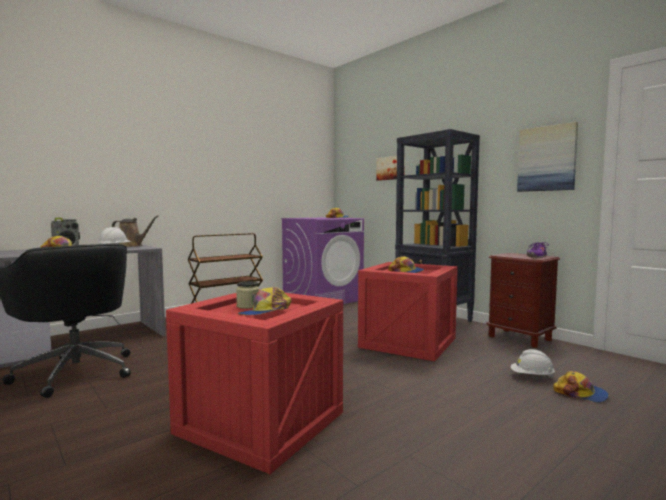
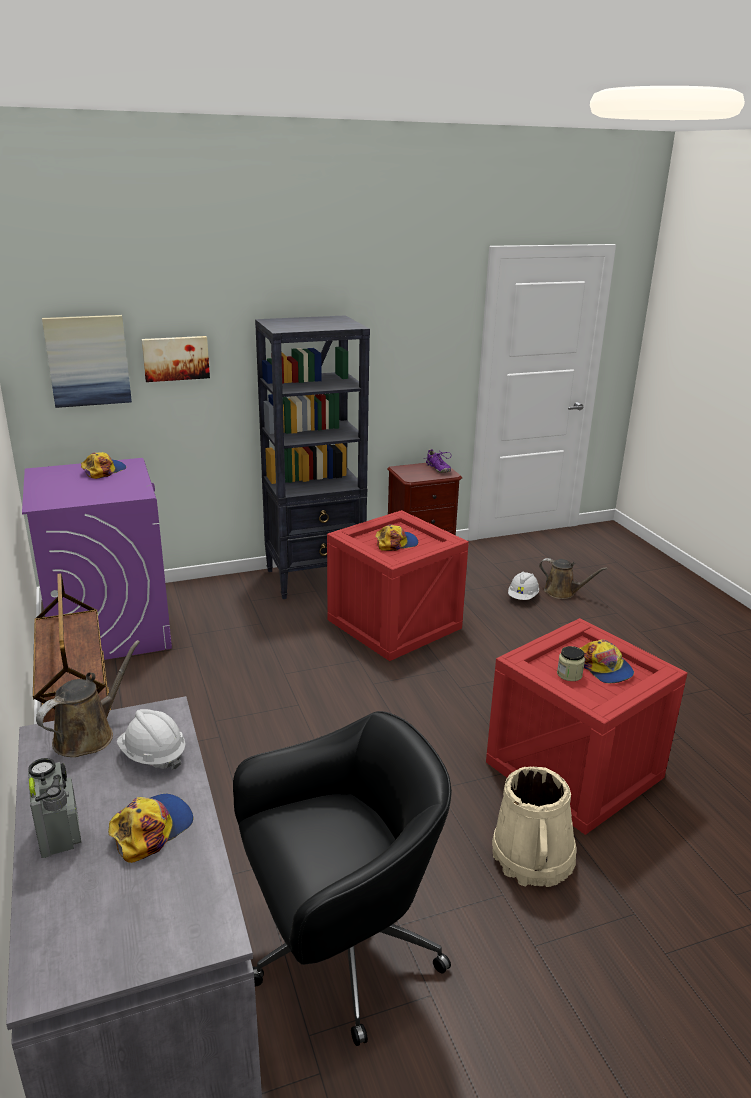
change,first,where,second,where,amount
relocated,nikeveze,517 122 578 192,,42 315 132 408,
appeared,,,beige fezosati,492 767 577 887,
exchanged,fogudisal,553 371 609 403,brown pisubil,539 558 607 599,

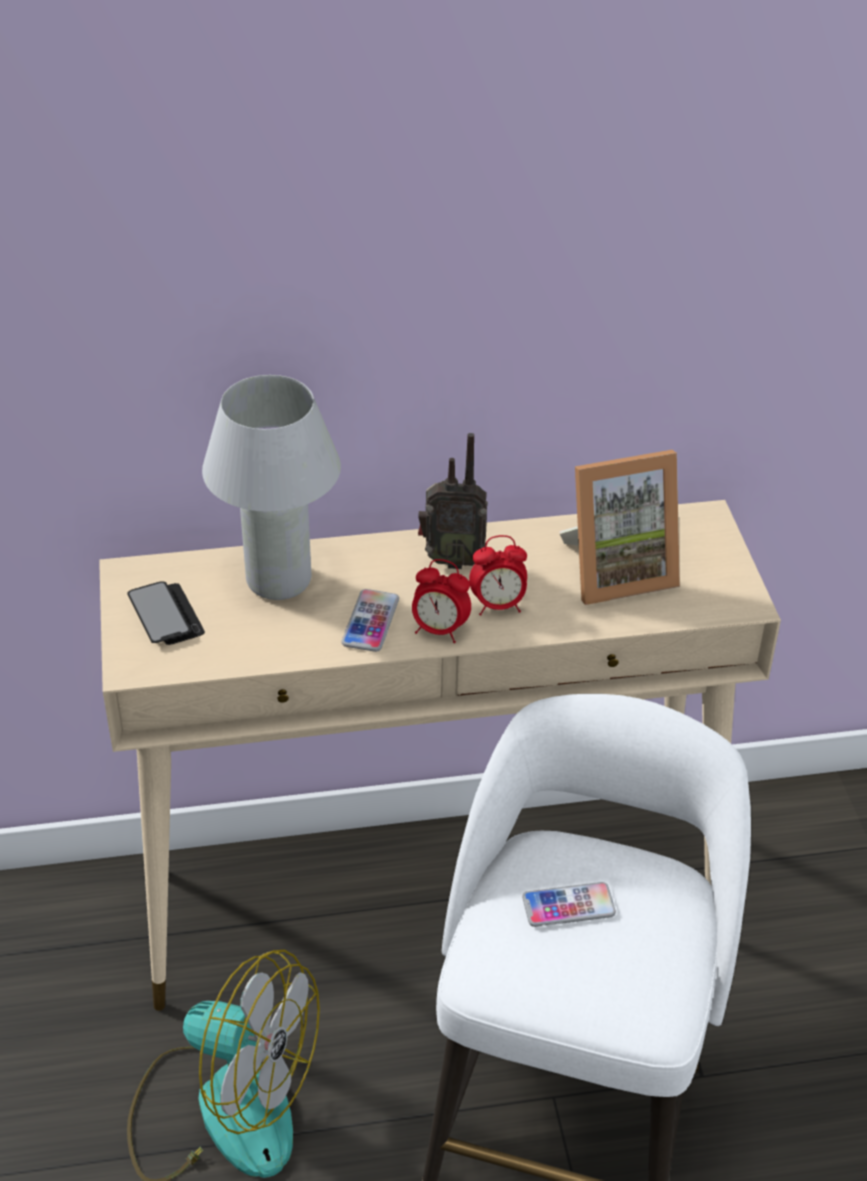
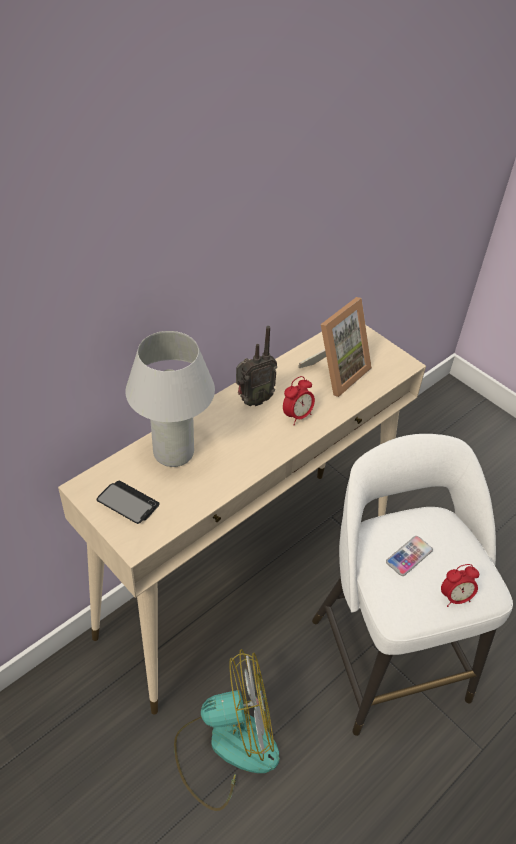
change,first,where,second,where,amount
relocated,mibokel,412 559 471 643,,441 564 479 607,
missing,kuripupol,342 589 399 652,,,

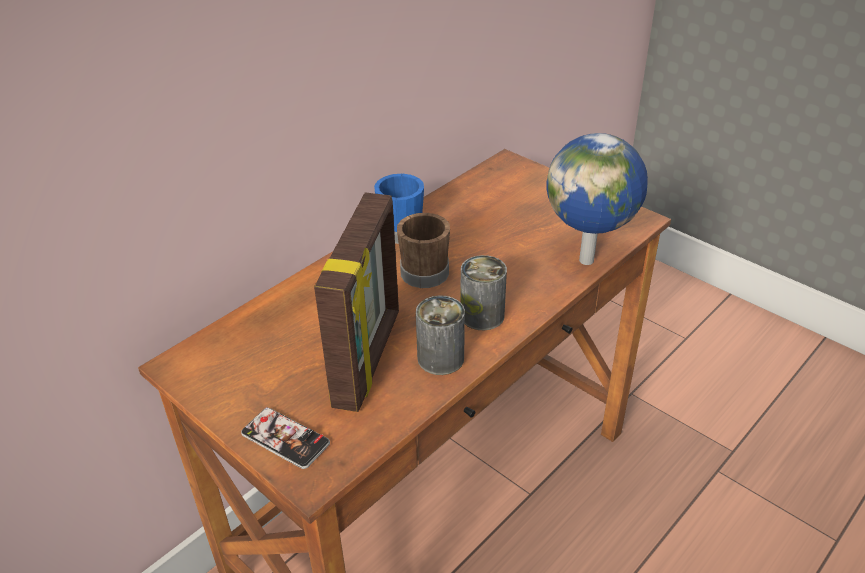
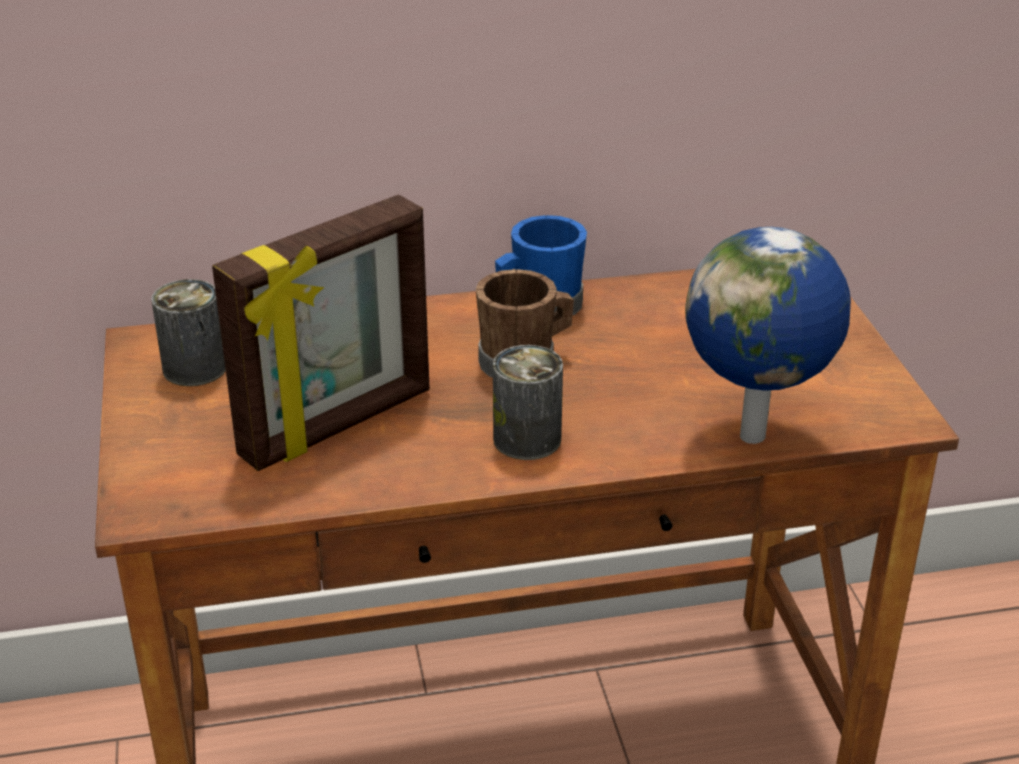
change,first,where,second,where,amount
relocated,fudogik,416 296 465 375,,151 279 226 386,
missing,kuripupol,241 407 330 469,,,

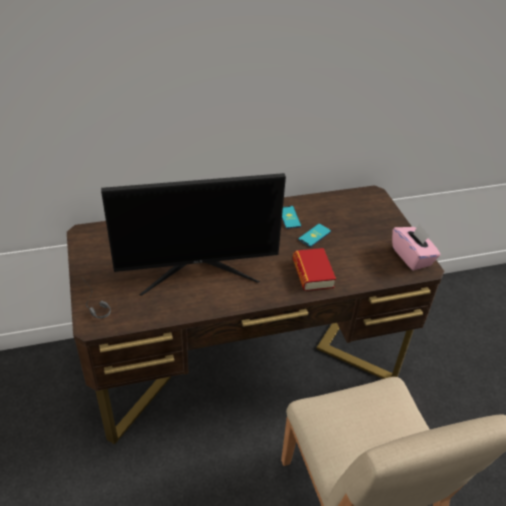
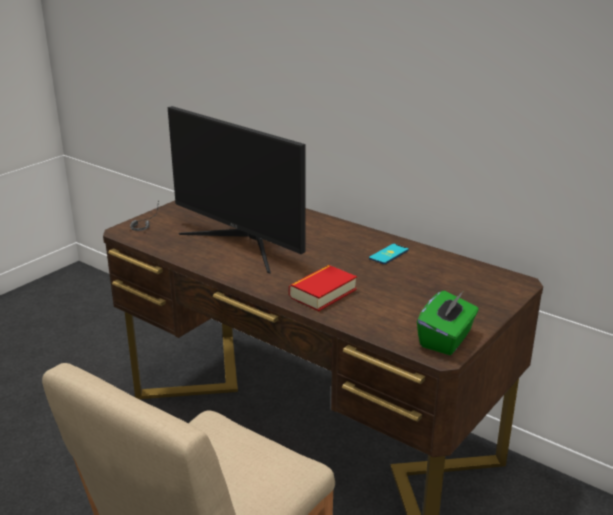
change,first,where,second,where,amount
colour,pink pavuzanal,392 223 441 271,green pavuzanal,417 290 479 355,
missing,kuripupol,298 224 331 247,,,

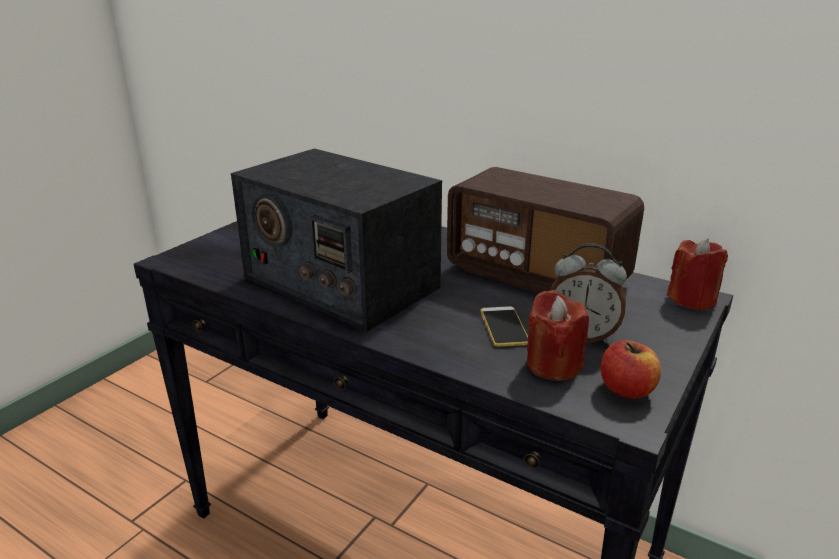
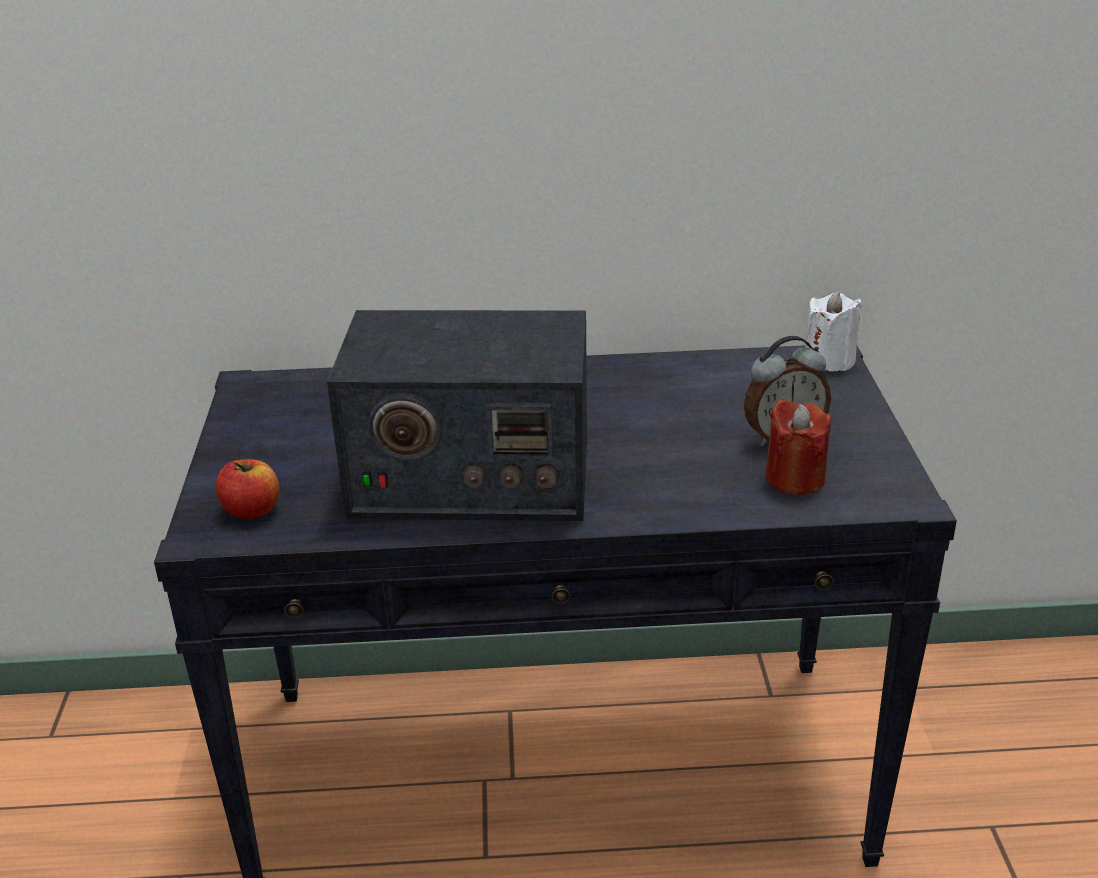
change,first,where,second,where,amount
relocated,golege,600 340 661 399,,216 460 279 519,
colour,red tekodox,667 238 728 311,white tekodox,805 291 862 371,
missing,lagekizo,447 167 644 293,,,
missing,kuripupol,480 306 528 347,,,

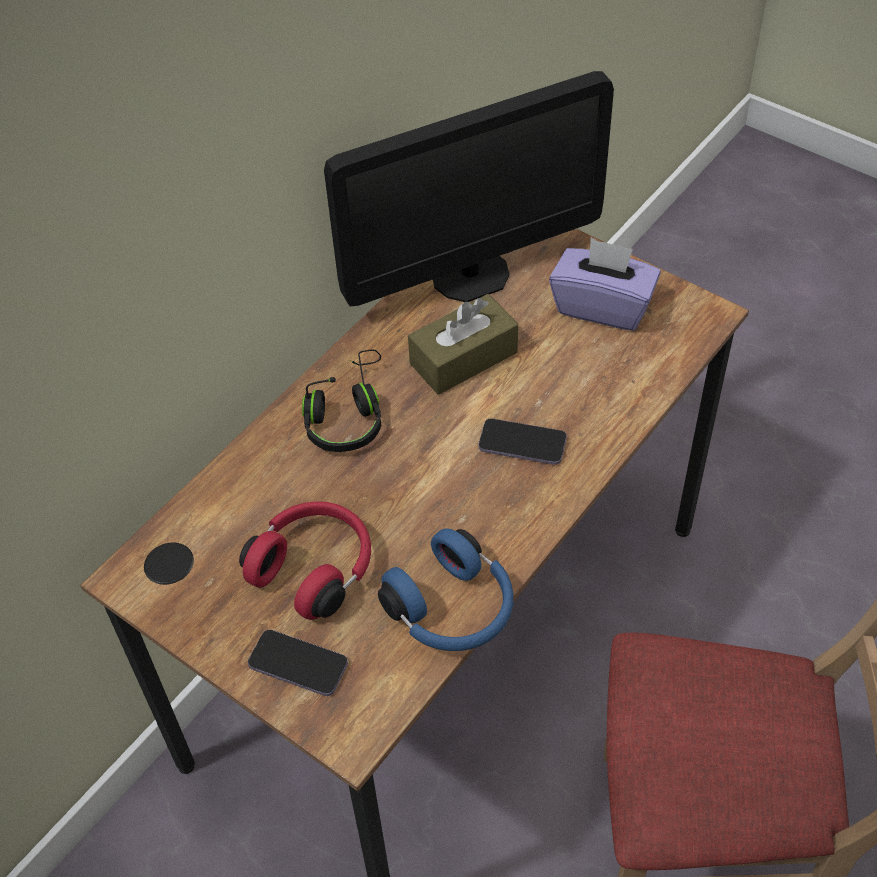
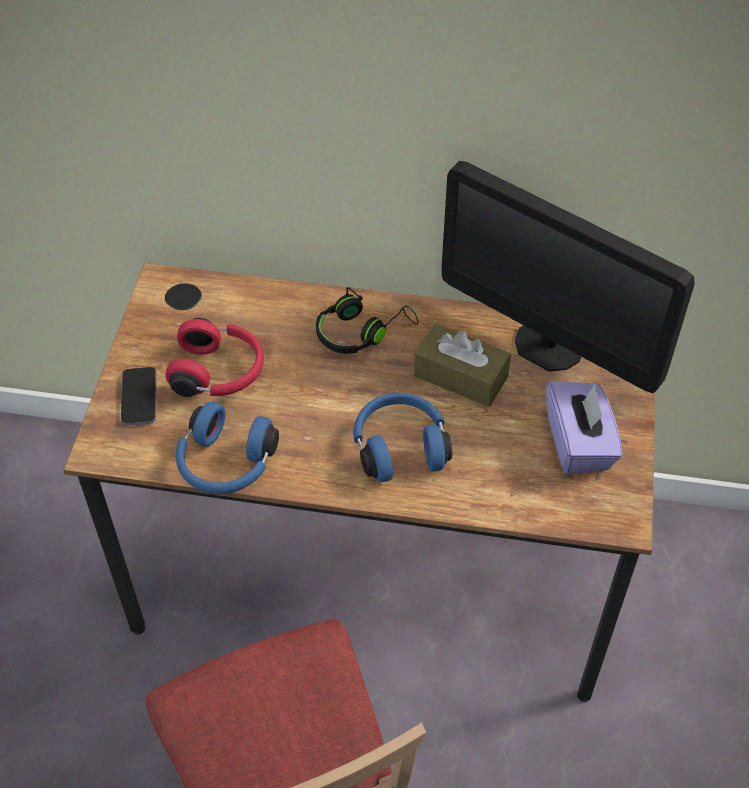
change,first,where,second,where,amount
exchanged,kuripupol,478 418 567 465,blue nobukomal,353 393 452 482,

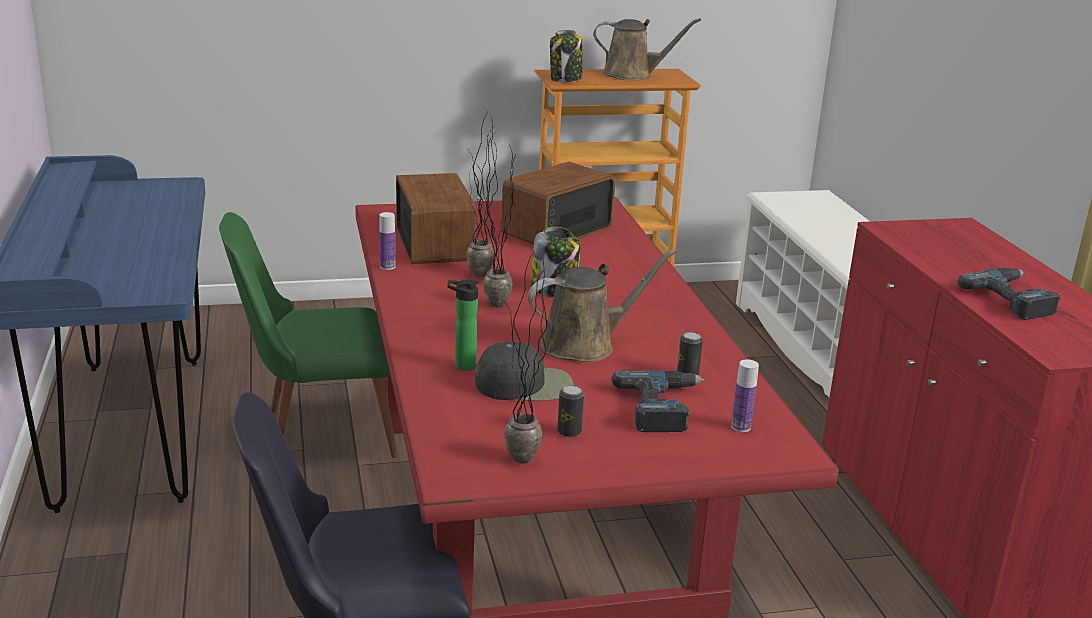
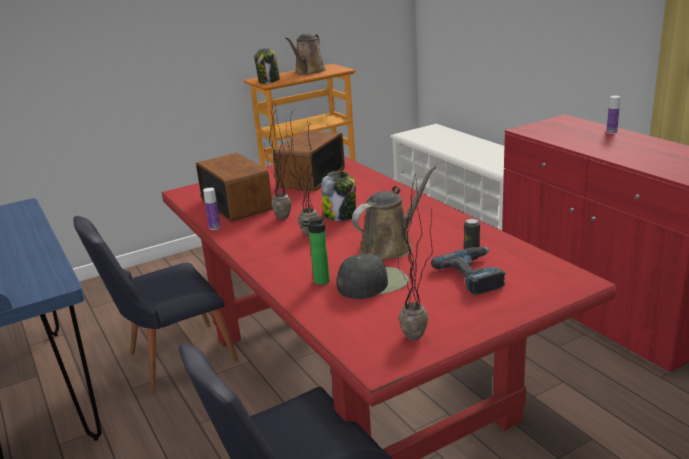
change,first,where,second,where,amount
colour,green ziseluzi,219 212 398 458,black ziseluzi,73 216 239 391,
spun,brown pisubil,593 18 701 81,,285 34 326 75,120 degrees clockwise
relocated,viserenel,731 359 759 432,,607 96 620 134,
missing,fudogik,557 385 584 438,,,
missing,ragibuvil,957 268 1061 320,,,

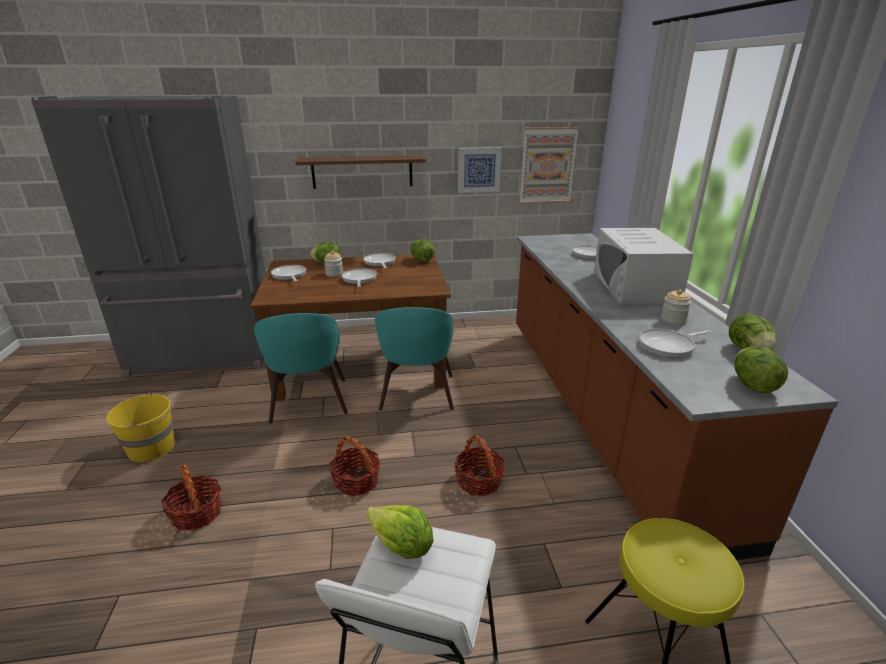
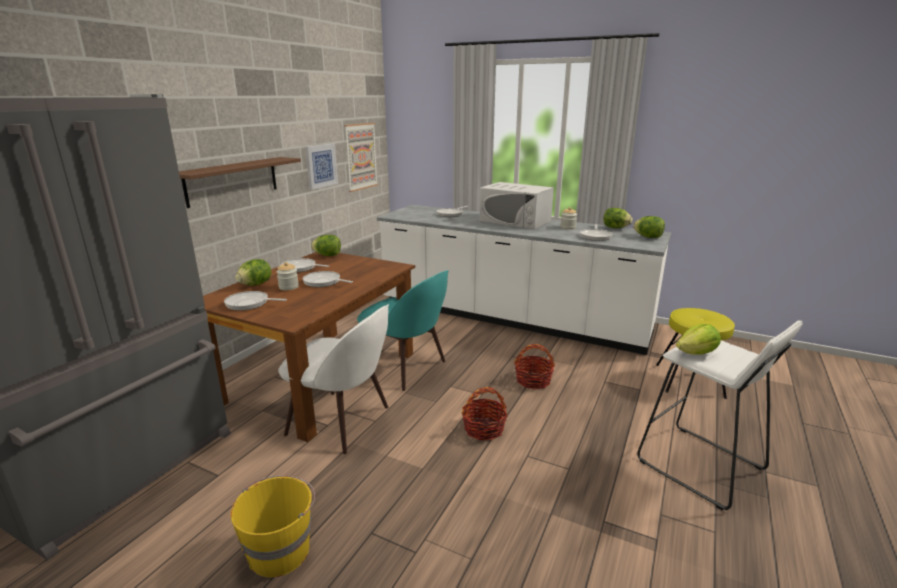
change,first,where,second,where,amount
colour,turquoise ziseluzi,254 313 348 424,white ziseluzi,278 304 389 454,
colour,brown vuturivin,516 233 839 560,white vuturivin,377 205 671 355,
missing,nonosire,161 465 222 531,,,

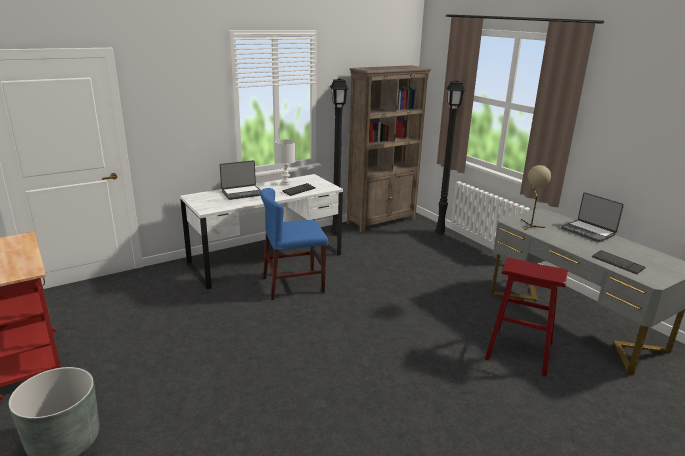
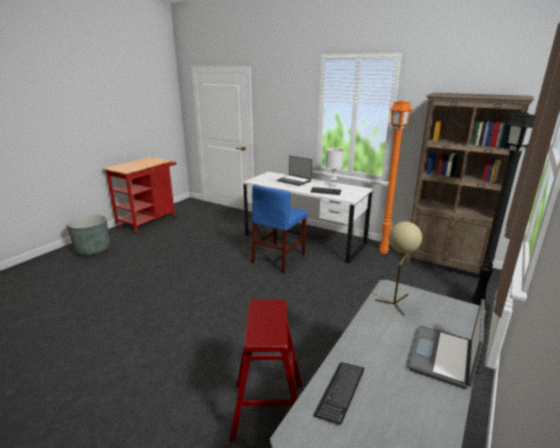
change,first,where,second,where,amount
spun,blue ziseluzi,260 188 328 300,,252 185 308 273,105 degrees counterclockwise
colour,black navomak,329 79 349 236,orange navomak,379 101 413 254,

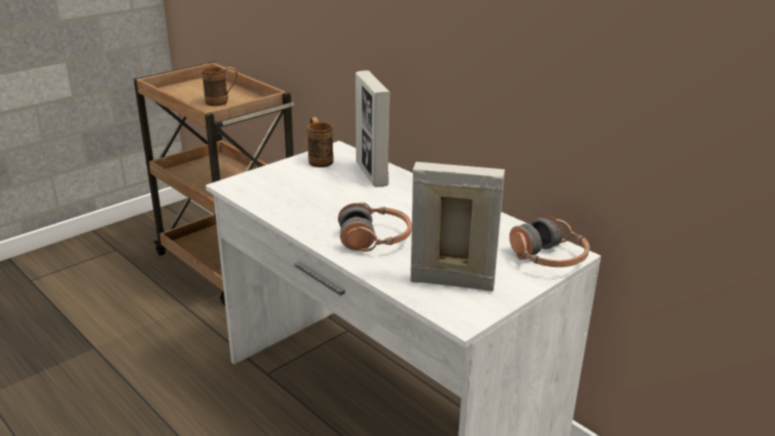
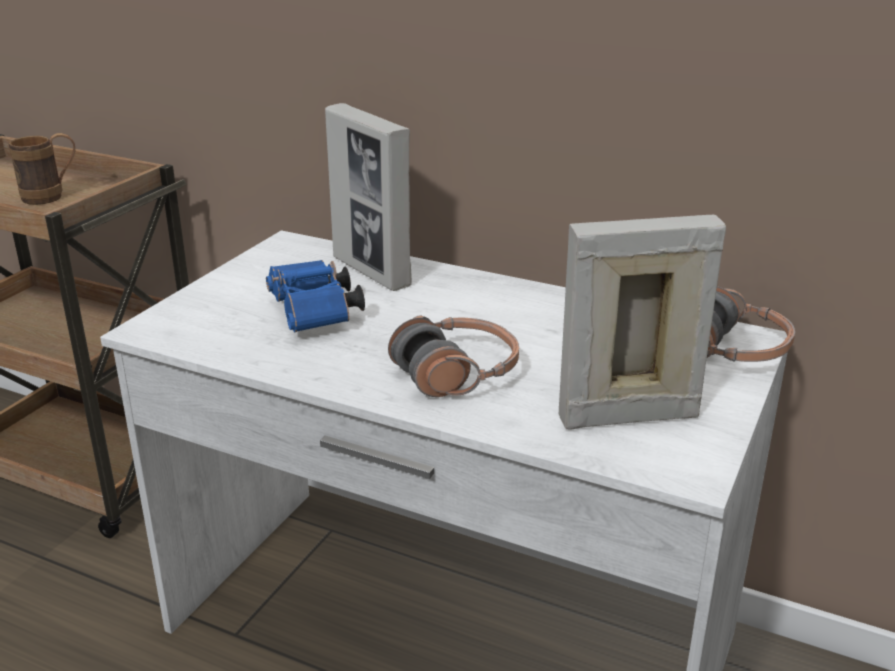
change,first,where,second,where,amount
appeared,,,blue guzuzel,266 260 365 332,
missing,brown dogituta,307 117 333 168,,,

